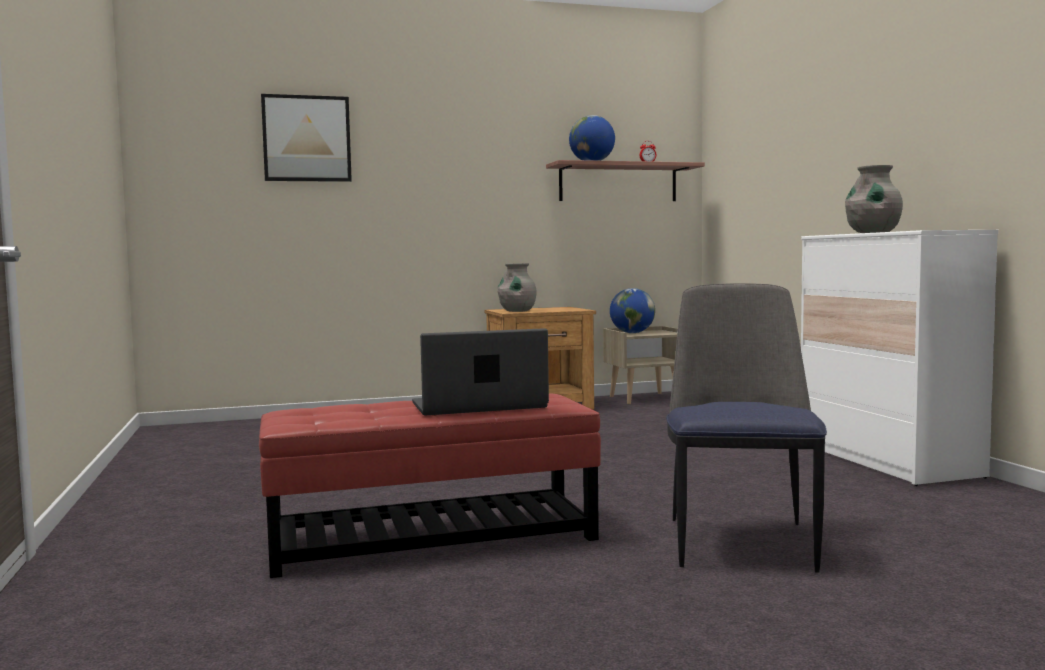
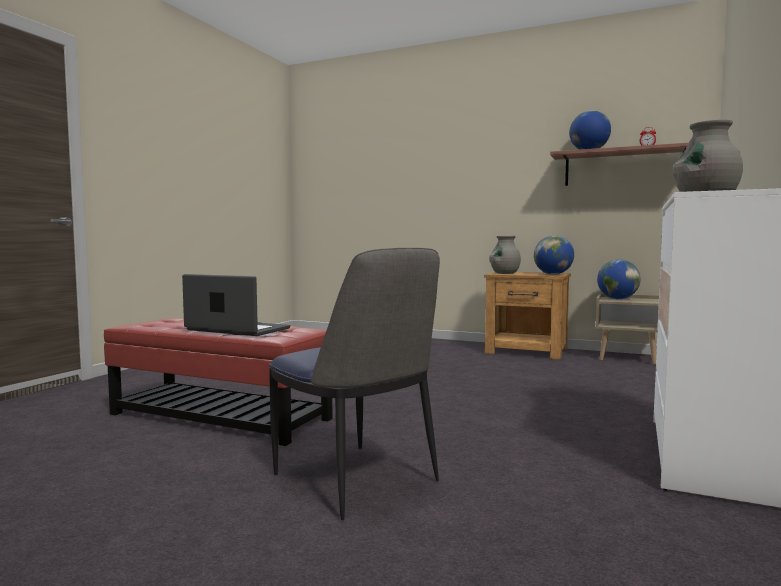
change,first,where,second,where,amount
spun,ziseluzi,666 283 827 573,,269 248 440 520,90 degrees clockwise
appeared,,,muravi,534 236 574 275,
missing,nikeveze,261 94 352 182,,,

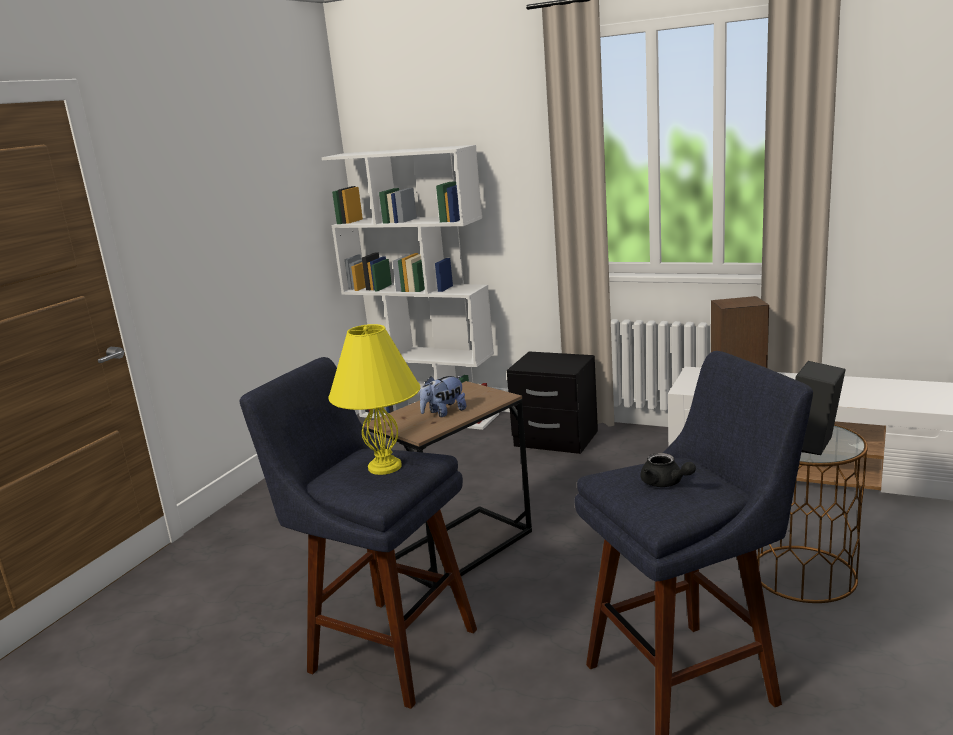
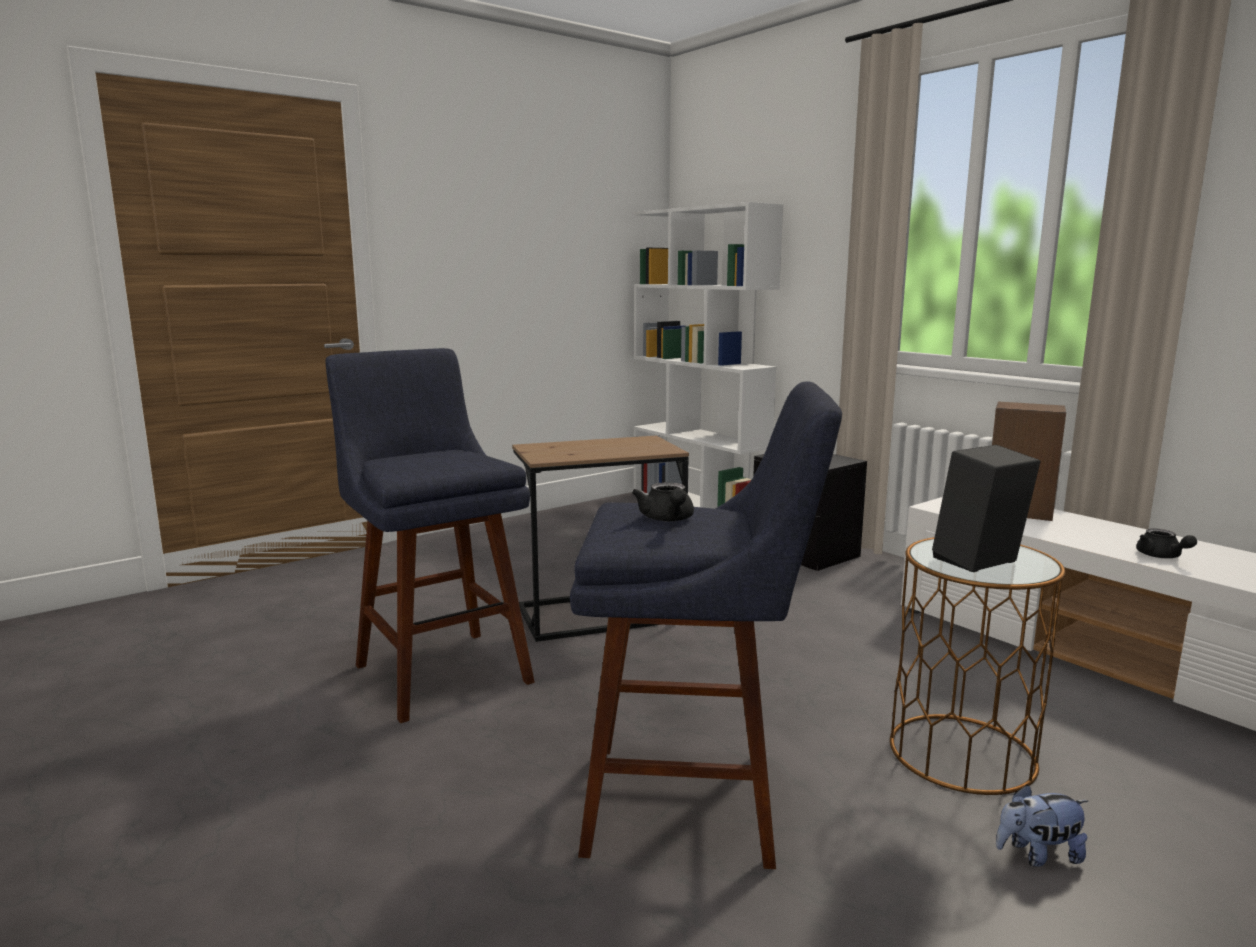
change,first,where,second,where,amount
relocated,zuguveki,420 376 466 417,,996 785 1088 867,
appeared,,,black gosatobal,1136 528 1197 558,
missing,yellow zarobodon,328 324 420 475,,,

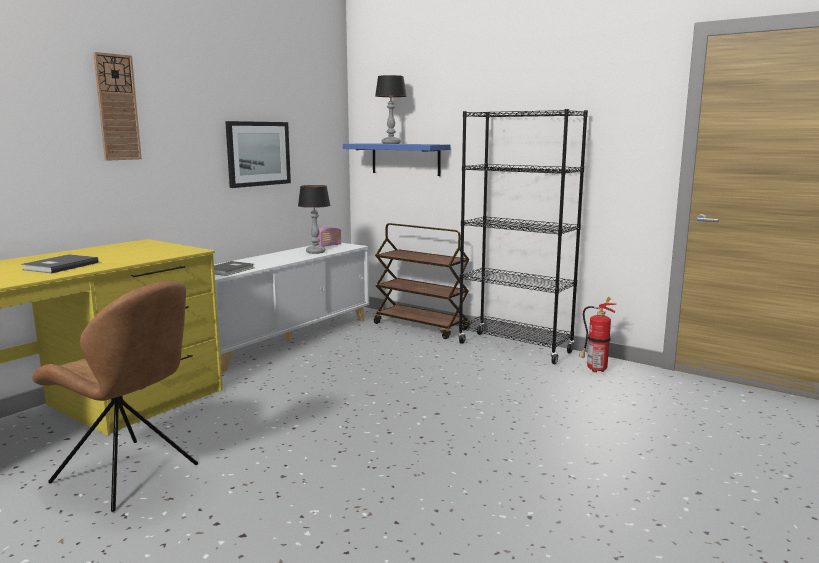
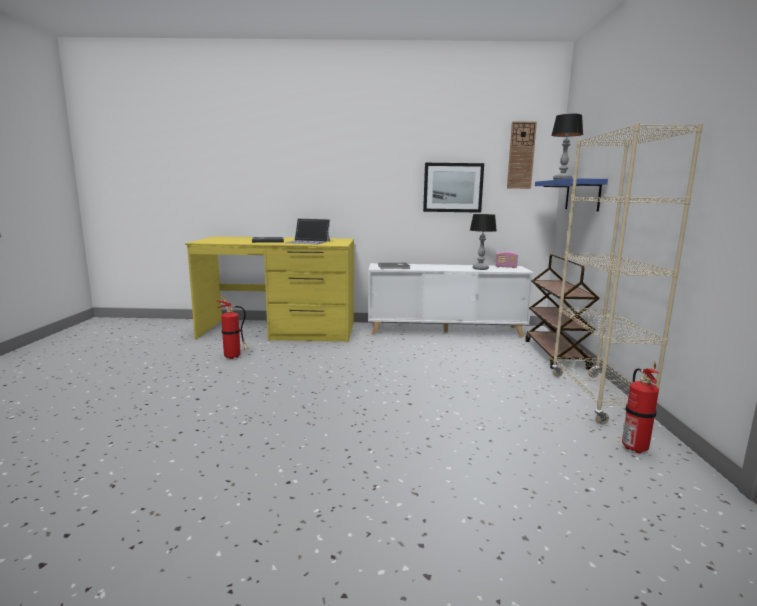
change,first,where,second,where,amount
exchanged,brown ziseluzi,32 281 198 512,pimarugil,216 297 248 359,
appeared,,,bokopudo,286 218 330 244,
relocated,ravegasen,93 52 142 161,,507 121 537 189,
colour,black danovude,458 109 588 364,beige danovude,552 123 703 424,

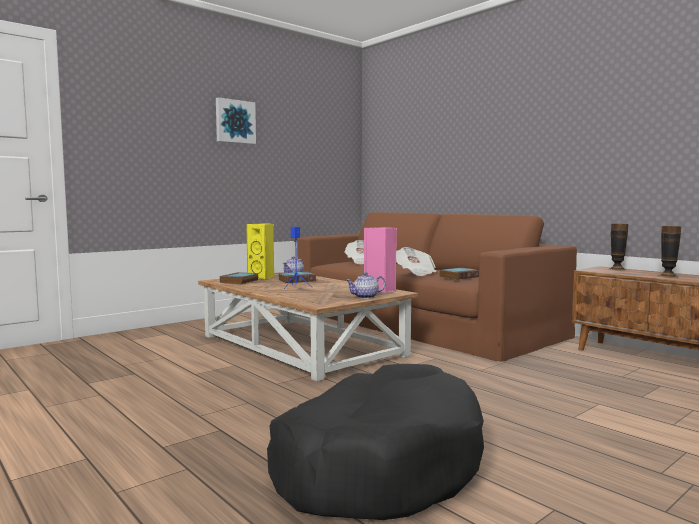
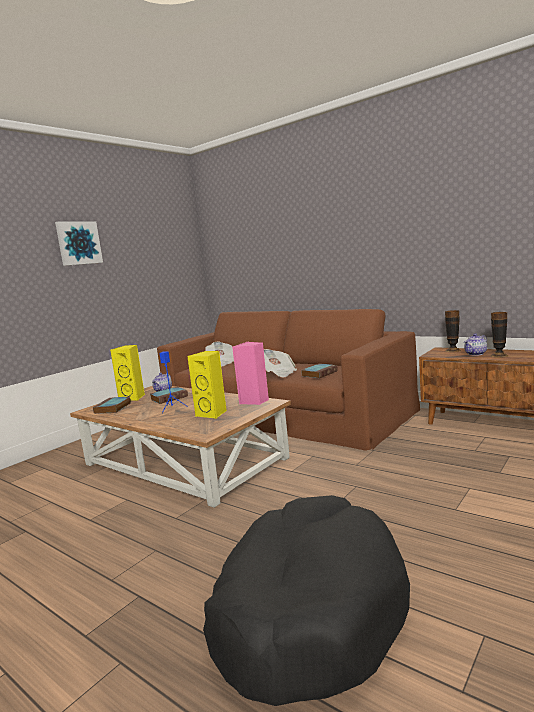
change,first,where,second,where,amount
appeared,,,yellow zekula,187 351 227 419,
relocated,gosatobal,346 272 385 299,,464 334 487 356,

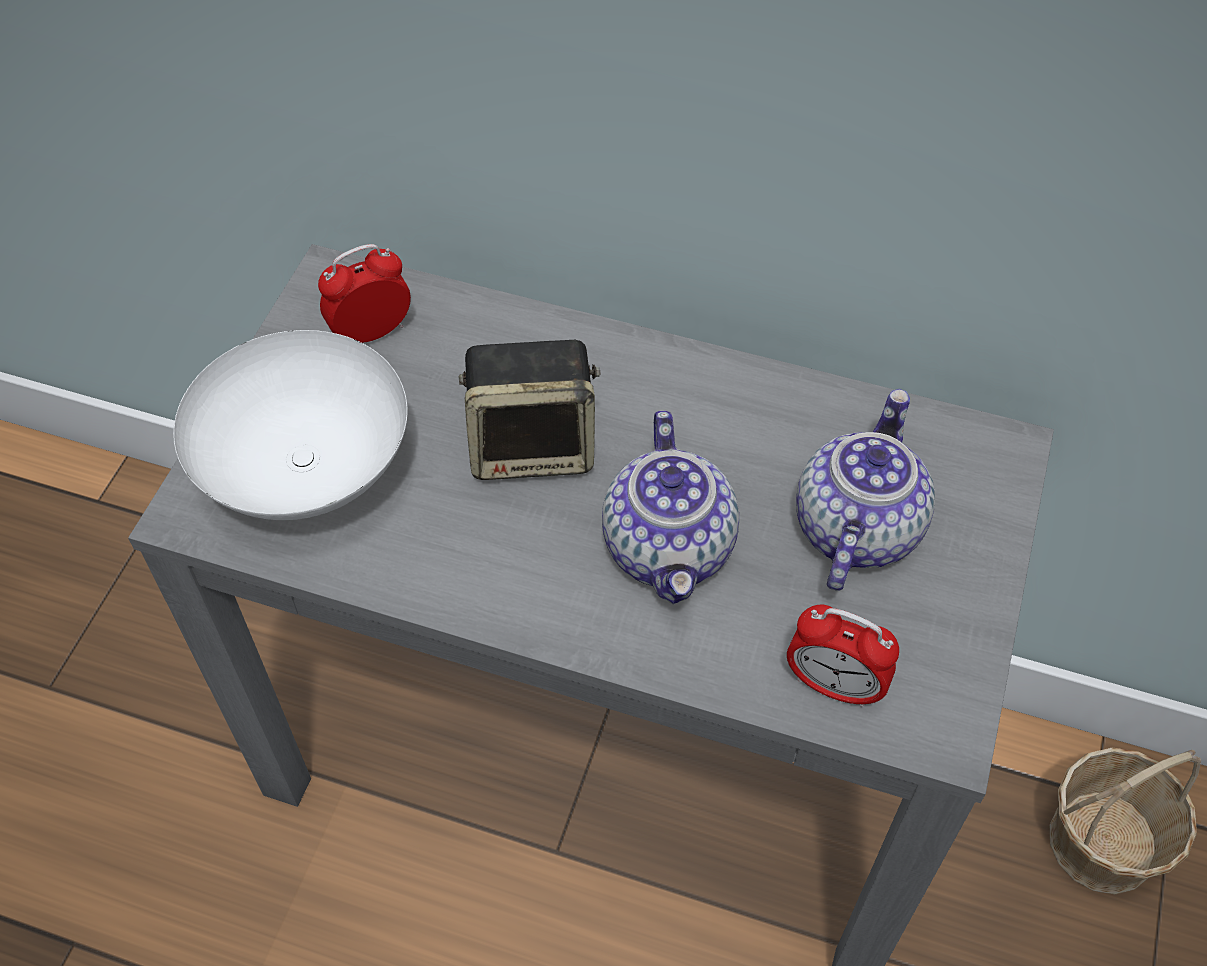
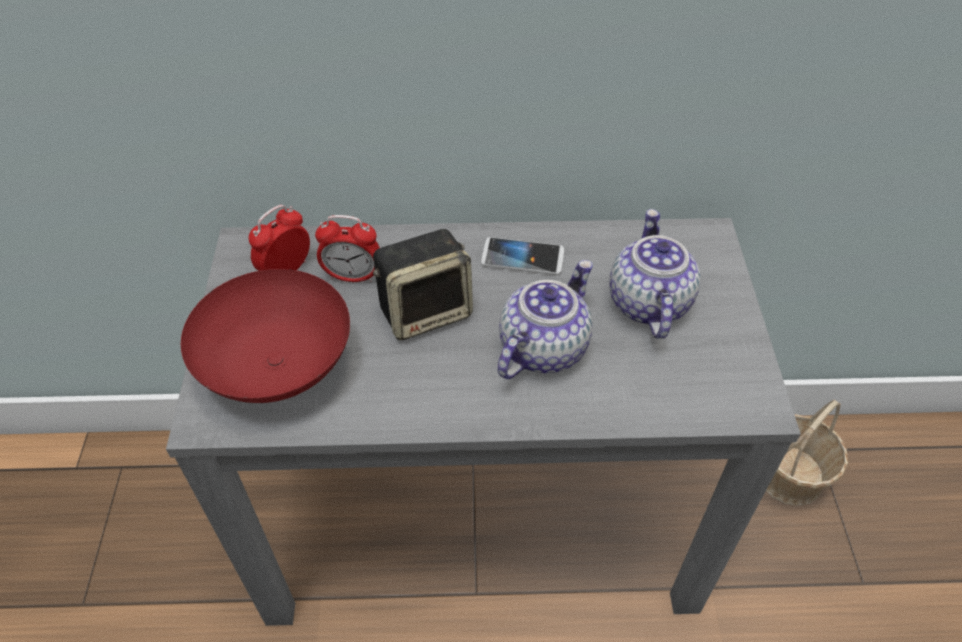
change,first,where,second,where,amount
colour,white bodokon,173 330 408 520,red bodokon,181 269 350 403,
relocated,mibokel,787 604 899 707,,315 215 380 282,
appeared,,,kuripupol,481 237 564 275,
spun,gosatobal,602 411 739 604,,498 260 592 379,120 degrees counterclockwise

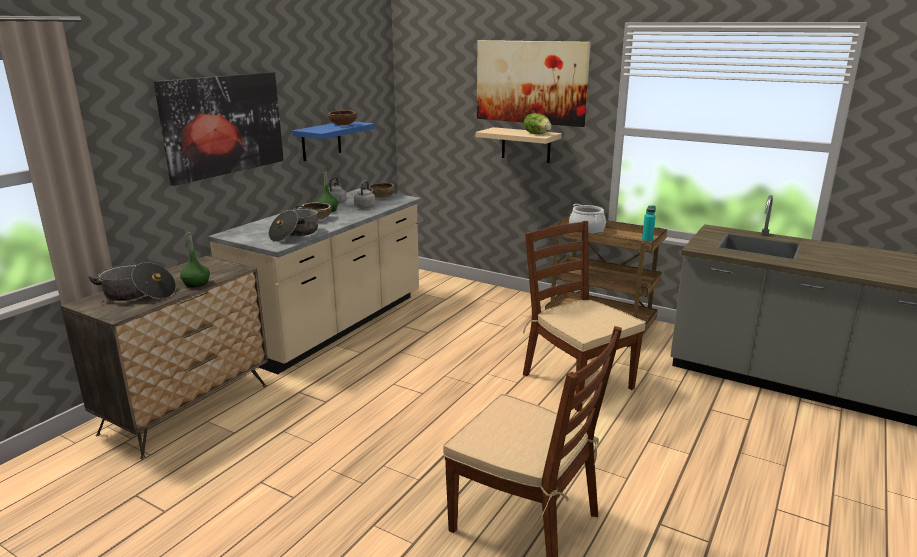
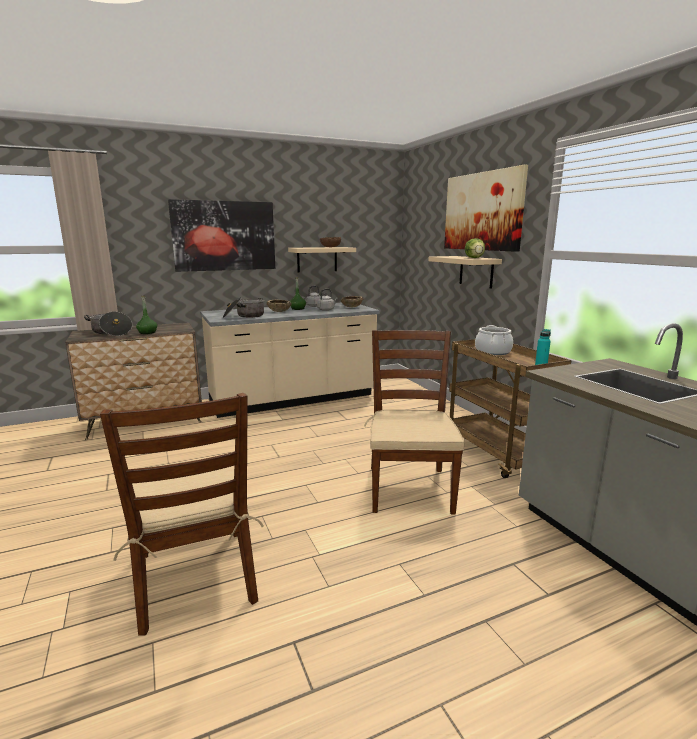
change,first,where,second,where,amount
colour,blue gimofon,292 122 375 161,beige gimofon,288 247 356 273,

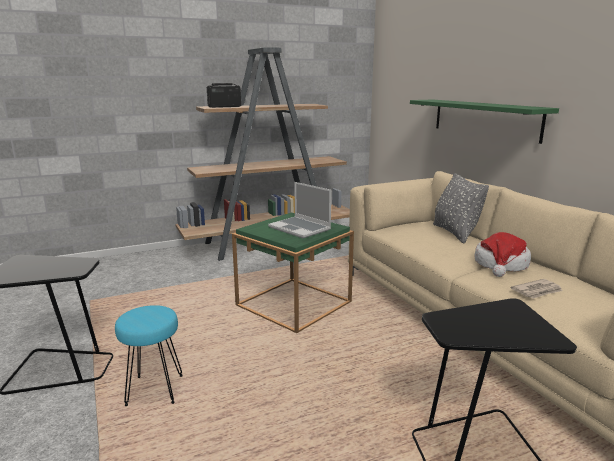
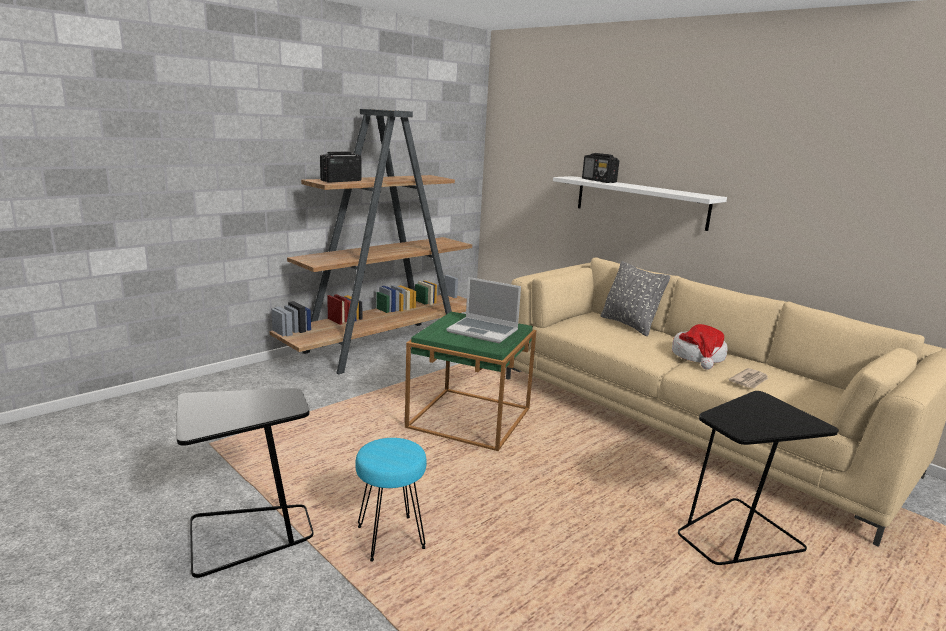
change,first,where,second,where,amount
colour,green gimofon,410 99 559 144,white gimofon,553 176 727 231,
appeared,,,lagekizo,582 153 619 183,

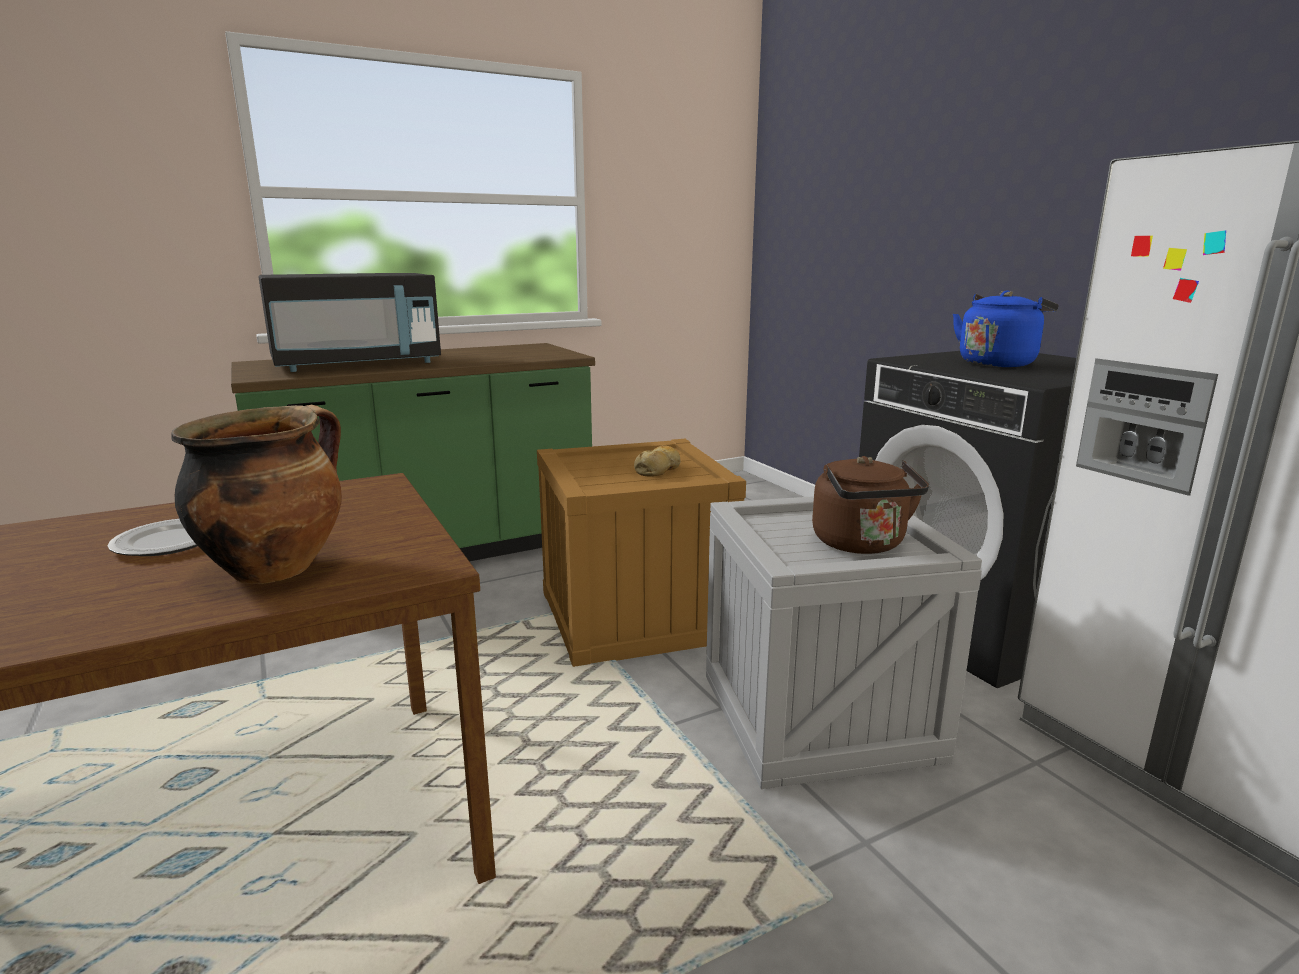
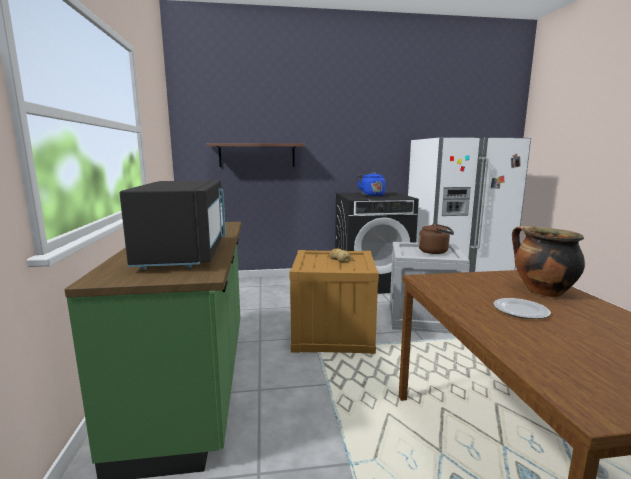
change,first,where,second,where,amount
appeared,,,gimofon,207 143 305 167,

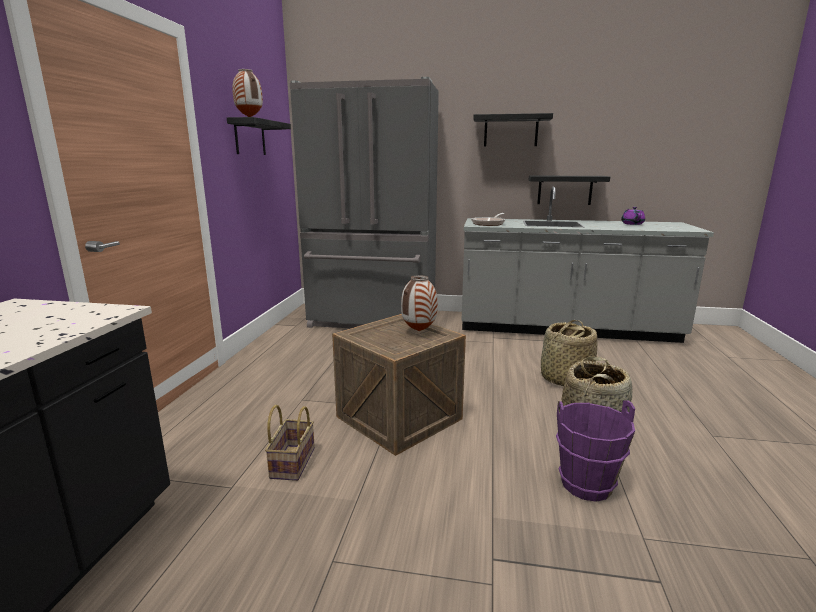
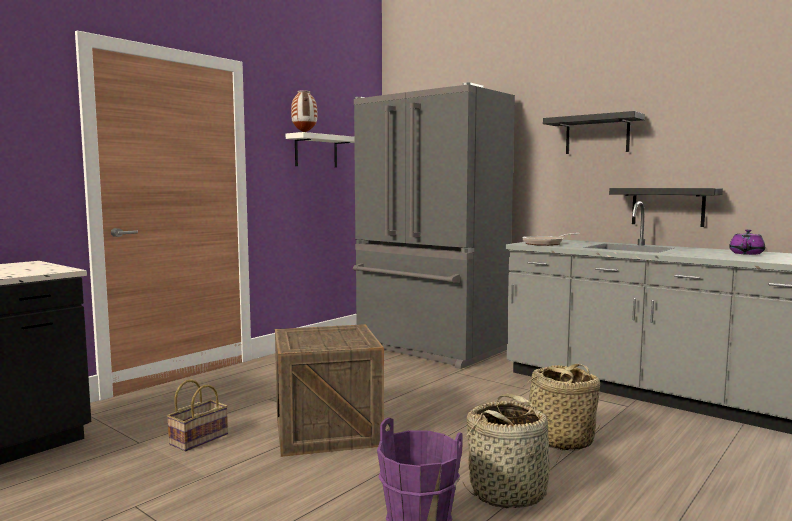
change,first,where,second,where,amount
colour,black gimofon,227 117 291 155,white gimofon,286 132 354 167,
missing,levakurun,401 275 438 331,,,

